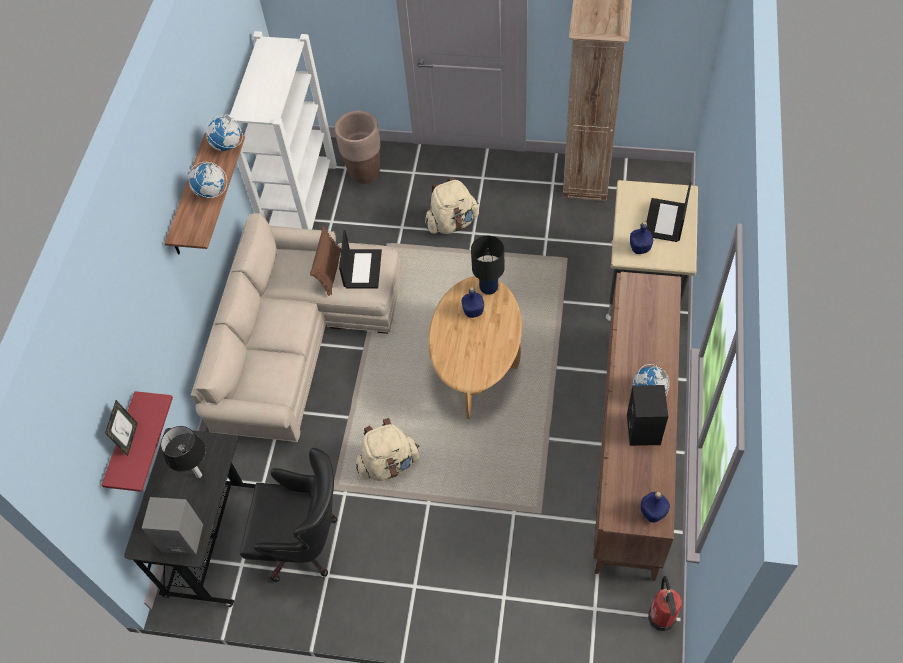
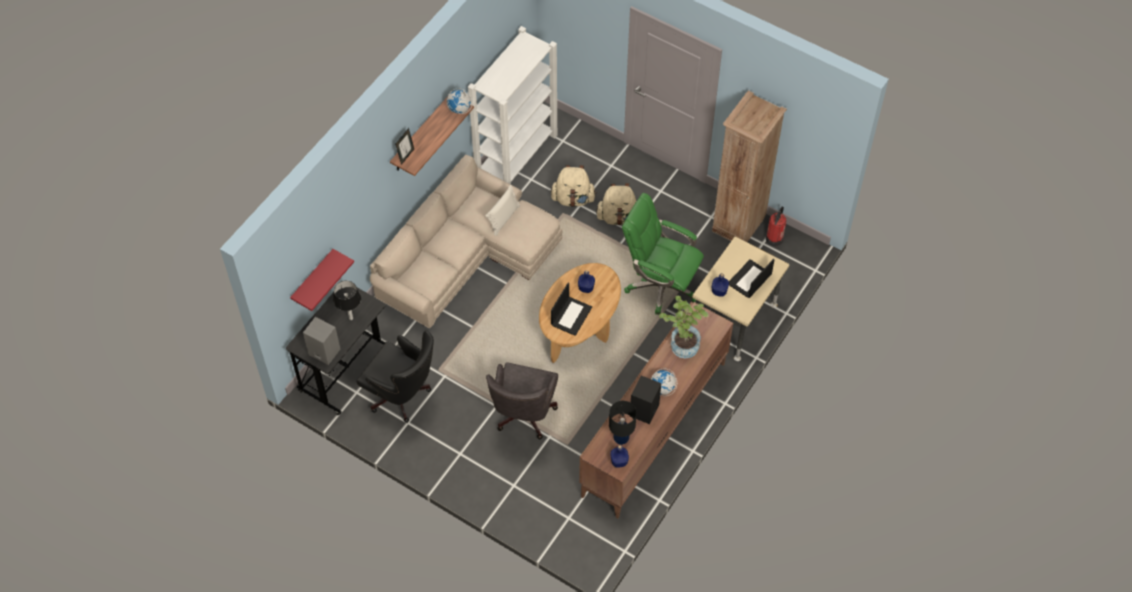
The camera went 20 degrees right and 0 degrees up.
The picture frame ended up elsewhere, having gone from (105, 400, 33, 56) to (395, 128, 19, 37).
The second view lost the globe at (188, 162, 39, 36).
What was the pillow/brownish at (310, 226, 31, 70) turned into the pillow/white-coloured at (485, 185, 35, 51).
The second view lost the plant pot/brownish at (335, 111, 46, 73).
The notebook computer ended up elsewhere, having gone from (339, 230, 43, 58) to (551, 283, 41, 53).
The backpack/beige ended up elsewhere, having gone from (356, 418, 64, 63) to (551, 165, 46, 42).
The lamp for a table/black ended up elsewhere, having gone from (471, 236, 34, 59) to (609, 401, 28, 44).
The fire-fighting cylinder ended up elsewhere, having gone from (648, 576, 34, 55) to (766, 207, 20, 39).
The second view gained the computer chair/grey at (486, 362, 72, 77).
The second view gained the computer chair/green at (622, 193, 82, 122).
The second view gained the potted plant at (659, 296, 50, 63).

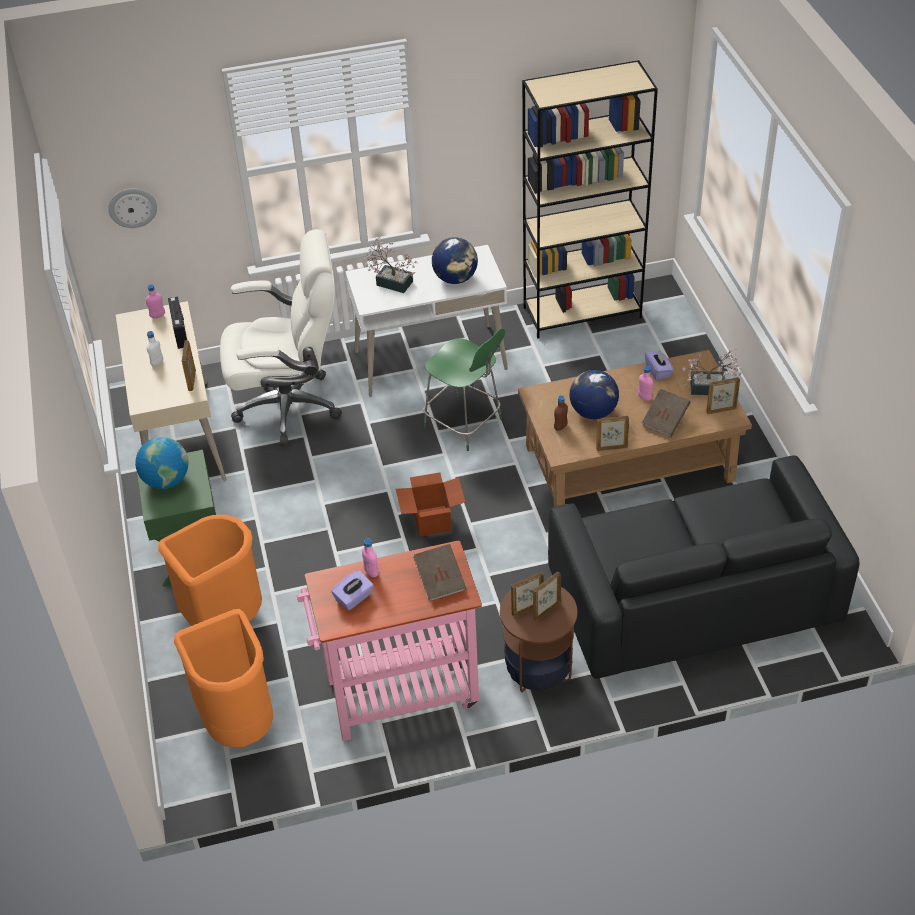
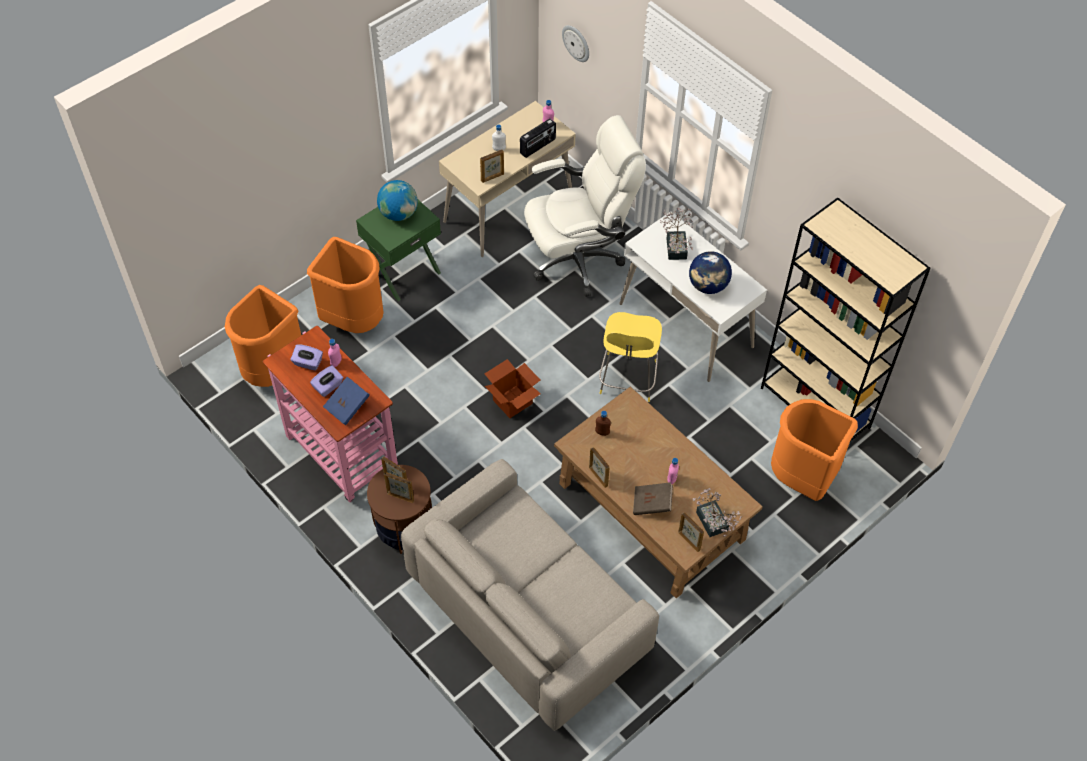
The camera went 60 degrees right and 10 degrees up.
The computer chair/white-coloured at (220, 229, 122, 217) ended up facing another way, 75 degrees counterclockwise from before.
What was the volume/brownish at (413, 544, 53, 58) turned into the volume/bluish at (323, 377, 47, 48).
What was the stool/green at (423, 328, 82, 123) turned into the stool/yellow at (599, 312, 63, 90).
What was the couch/black at (548, 455, 312, 224) turned into the couch/beige at (401, 459, 258, 272).
The second view lost the globe at (569, 370, 50, 49).
The tissue box/purplish ended up elsewhere, having gone from (645, 350, 29, 31) to (310, 365, 33, 32).
The second view gained the rubbish bin/orange at (771, 399, 87, 102).

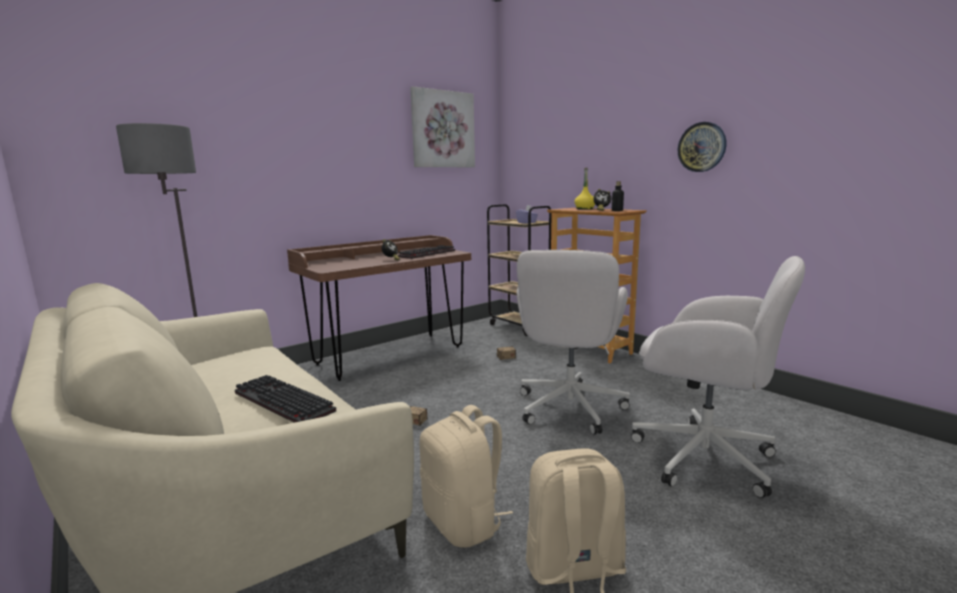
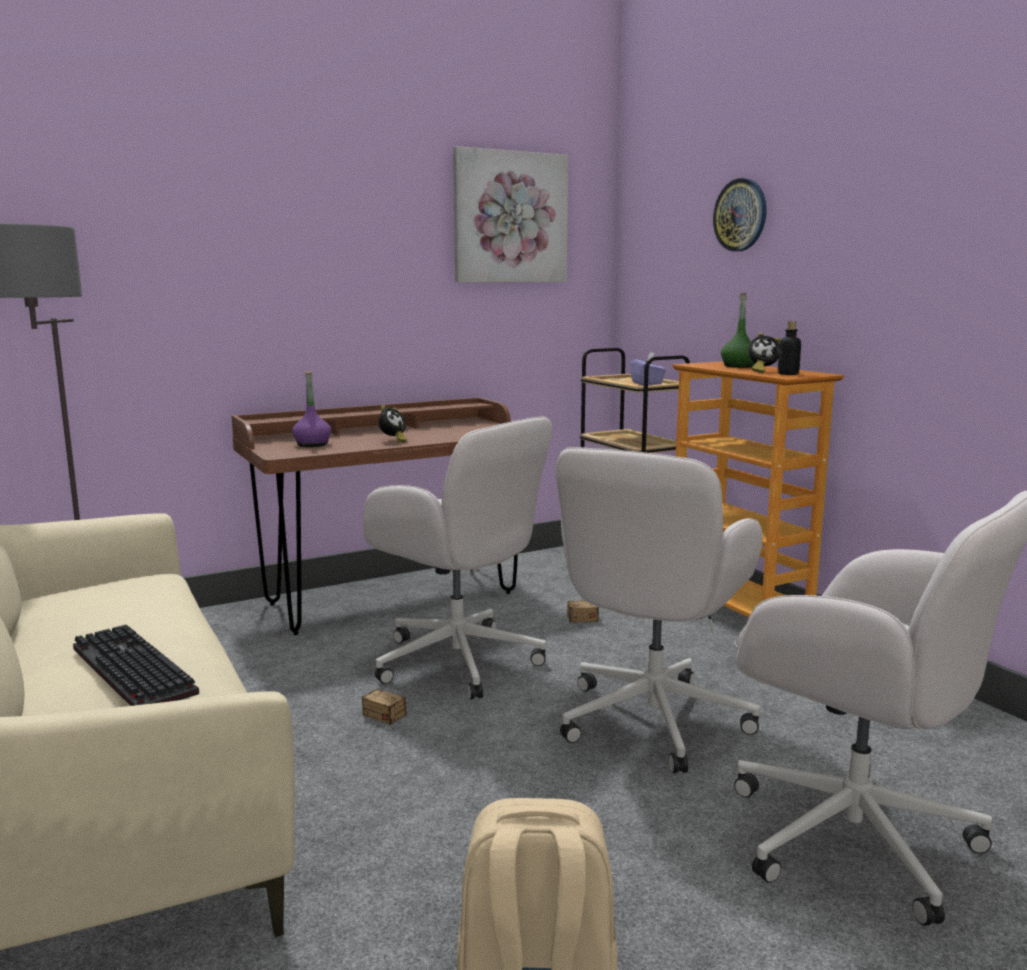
The camera went 10 degrees right and 0 degrees up.
The second view lost the keyboard at (398, 245, 57, 14).
The second view lost the backpack/beige at (419, 405, 94, 143).
What was the drink bottle/yellow at (574, 168, 21, 42) turned into the drink bottle/green at (721, 293, 34, 75).
The wall clock ended up elsewhere, having gone from (678, 122, 48, 50) to (713, 178, 53, 74).
The second view gained the drink bottle/purplish at (292, 371, 39, 76).
The second view gained the computer chair/white-coloured at (363, 416, 189, 283).

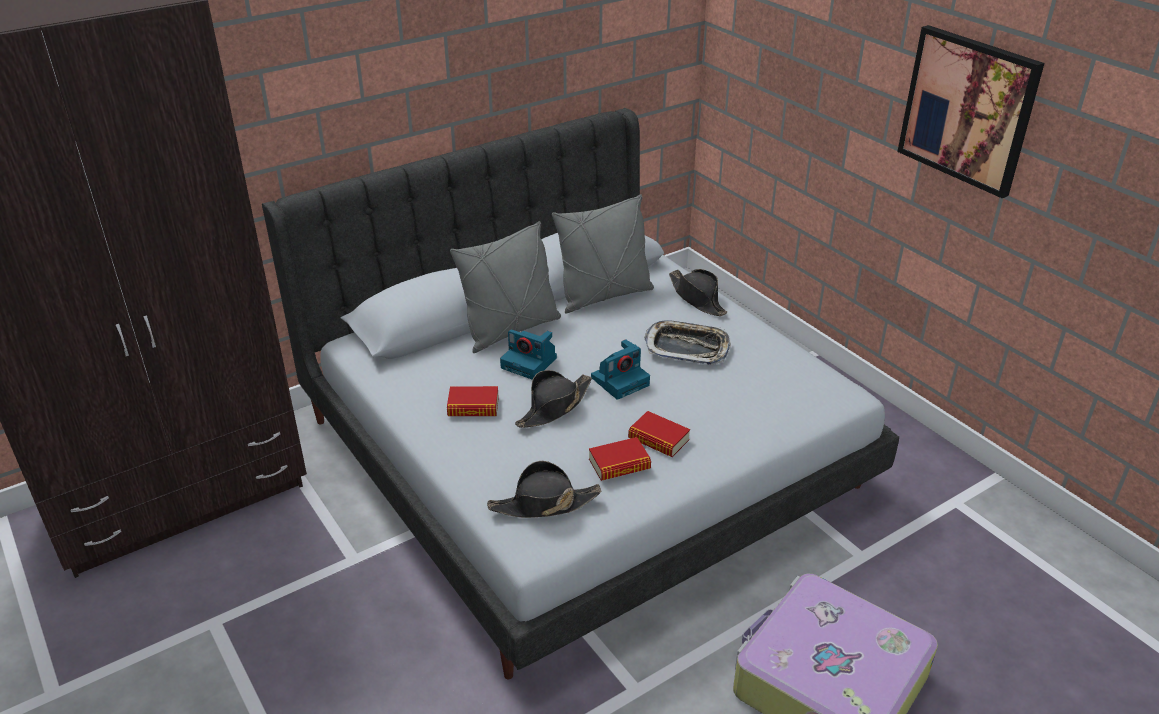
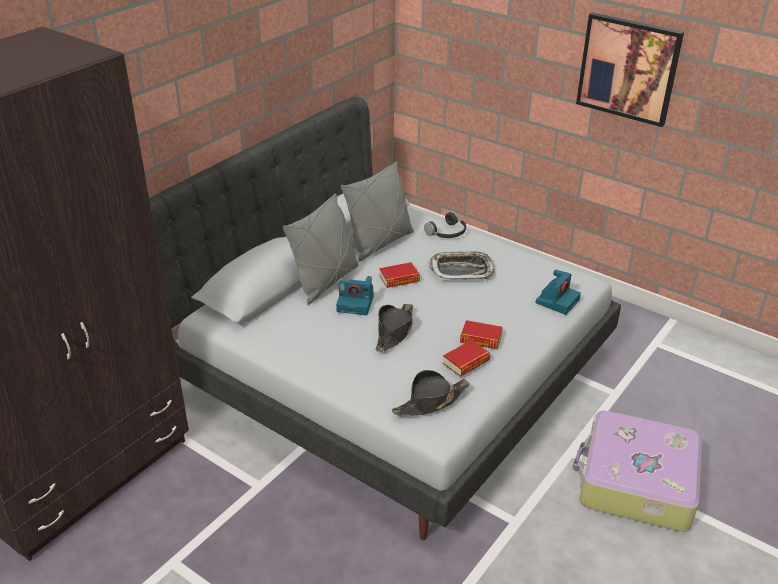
The camera went 20 degrees left and 0 degrees up.
The volume ended up elsewhere, having gone from (447, 386, 52, 30) to (379, 262, 41, 26).
The photo camera ended up elsewhere, having gone from (591, 339, 59, 61) to (535, 270, 46, 45).
Where the hat/black stood at (669, 269, 58, 47), the headset/black came to stand at (424, 211, 42, 27).

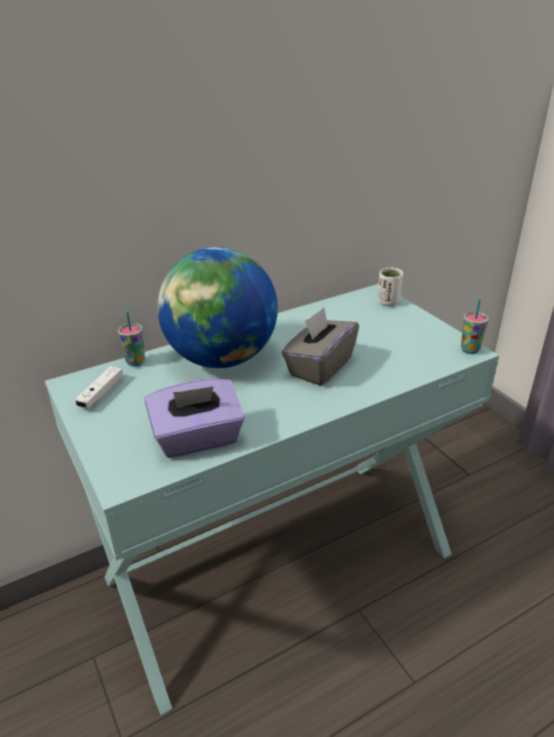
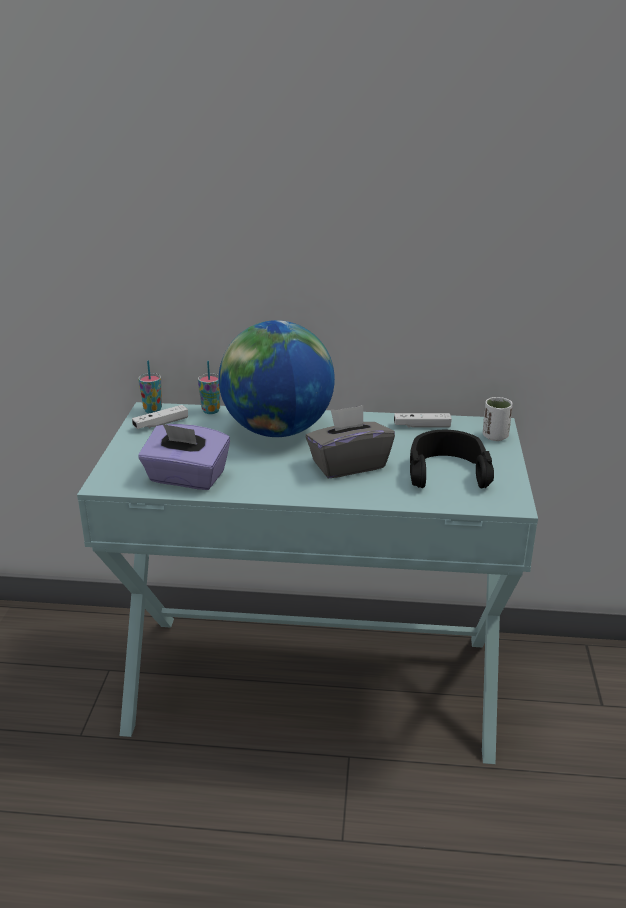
The camera went 35 degrees right and 5 degrees down.
The drinking cup ended up elsewhere, having gone from (461, 299, 28, 55) to (138, 360, 24, 53).
The second view gained the gamepad/white-coloured at (394, 413, 58, 15).
The second view gained the headset/black at (410, 430, 84, 59).

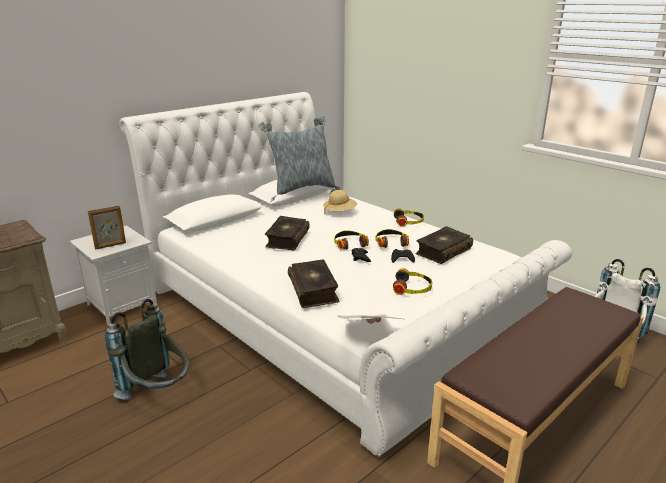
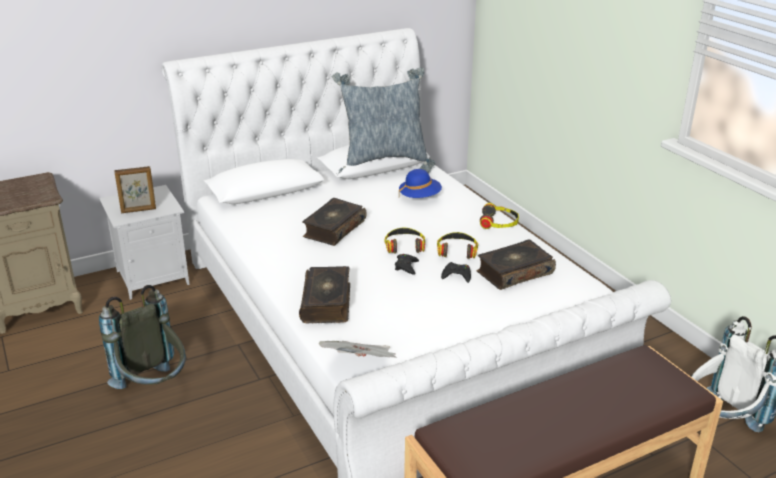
The camera went 15 degrees right and 5 degrees up.
What was the hat/beige at (323, 190, 34, 24) turned into the hat/bluish at (399, 169, 43, 29).
The second view lost the headset at (393, 268, 39, 27).

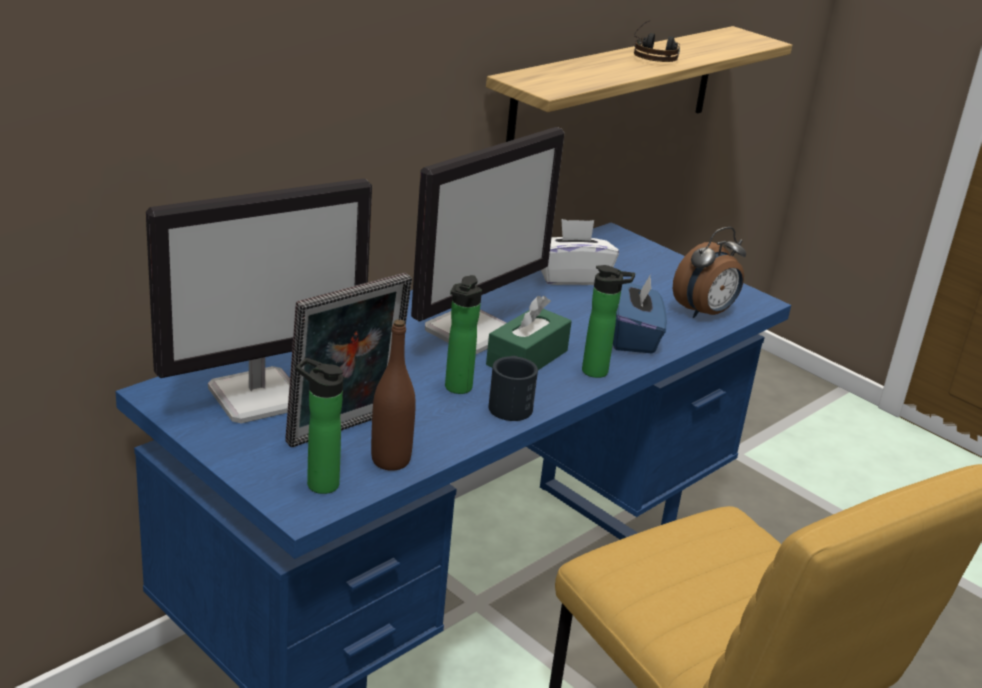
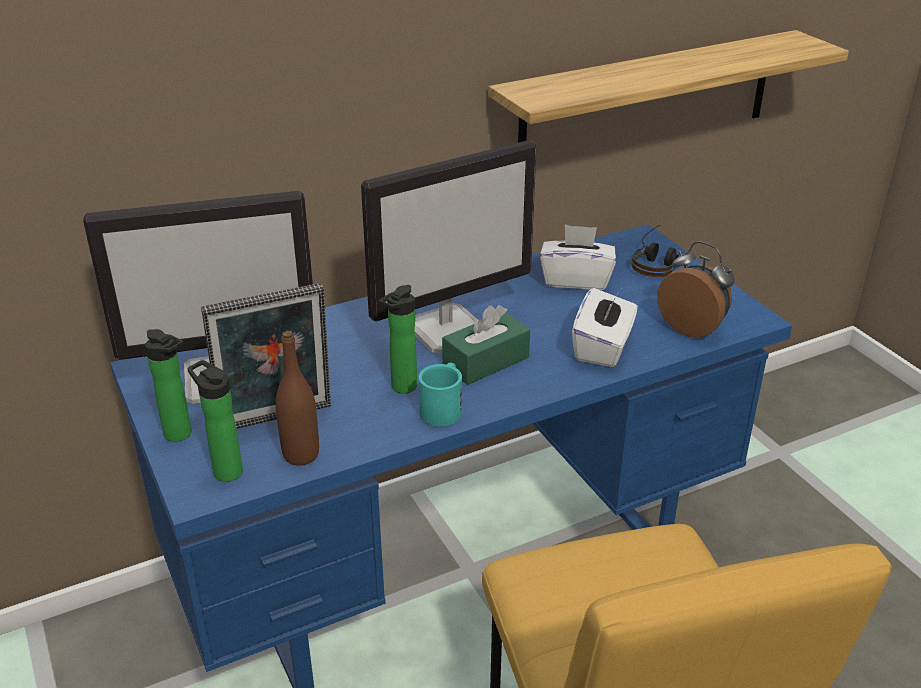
The camera went 20 degrees right and 5 degrees up.
What was the coffee mug/black at (489, 356, 49, 65) turned into the coffee mug/turquoise-coloured at (418, 363, 44, 64).
The drink bottle ended up elsewhere, having gone from (582, 265, 53, 113) to (145, 329, 47, 113).
What was the tissue box/bluish at (613, 274, 54, 79) turned into the tissue box/white-coloured at (572, 288, 65, 79).
The headset ended up elsewhere, having gone from (634, 20, 46, 42) to (631, 225, 48, 52).
The alarm clock at (673, 227, 73, 91) ended up facing another way, 120 degrees counterclockwise from before.

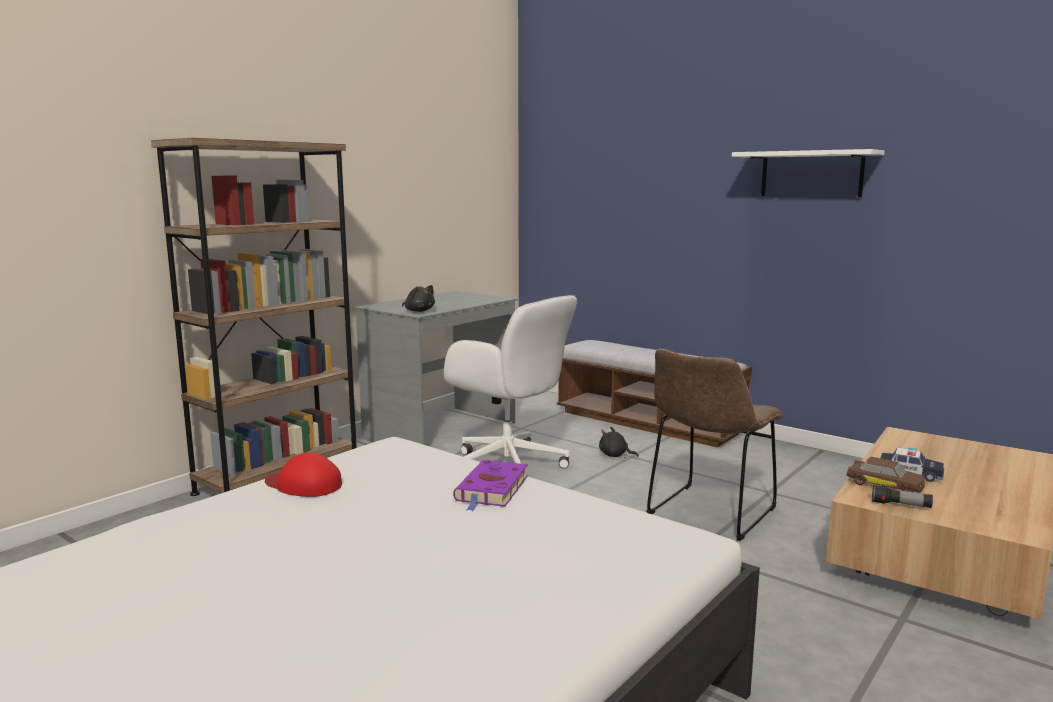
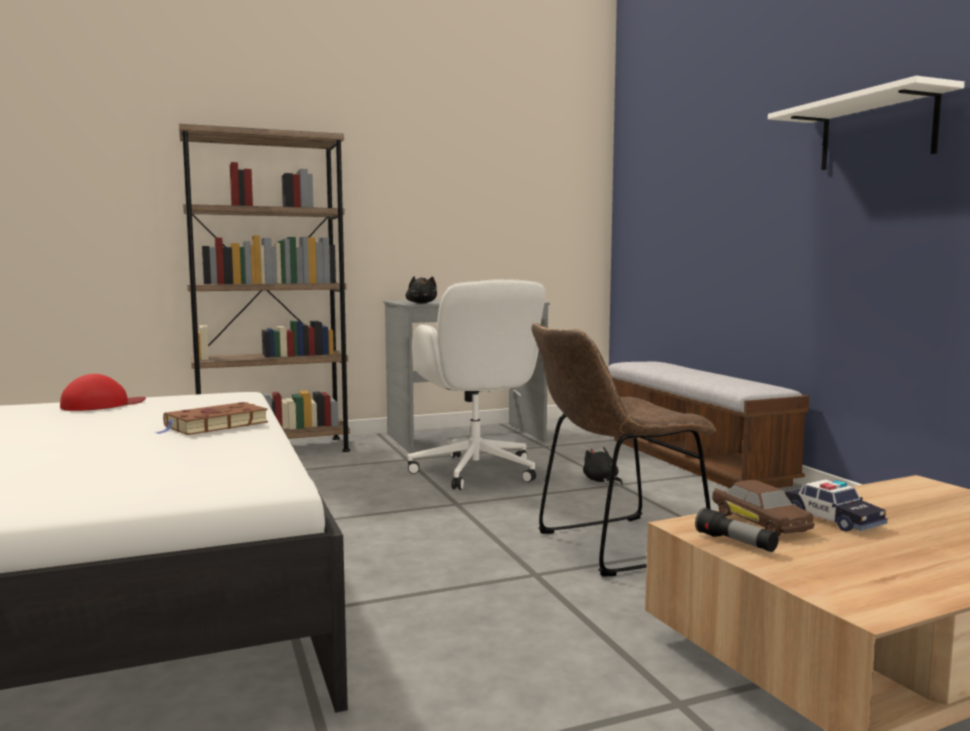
The camera went 30 degrees right and 5 degrees down.
The cap/red at (265, 452, 77, 45) ended up facing another way, 90 degrees clockwise from before.
What was the volume/purplish at (453, 460, 75, 51) turned into the volume/brownish at (155, 402, 113, 33).

